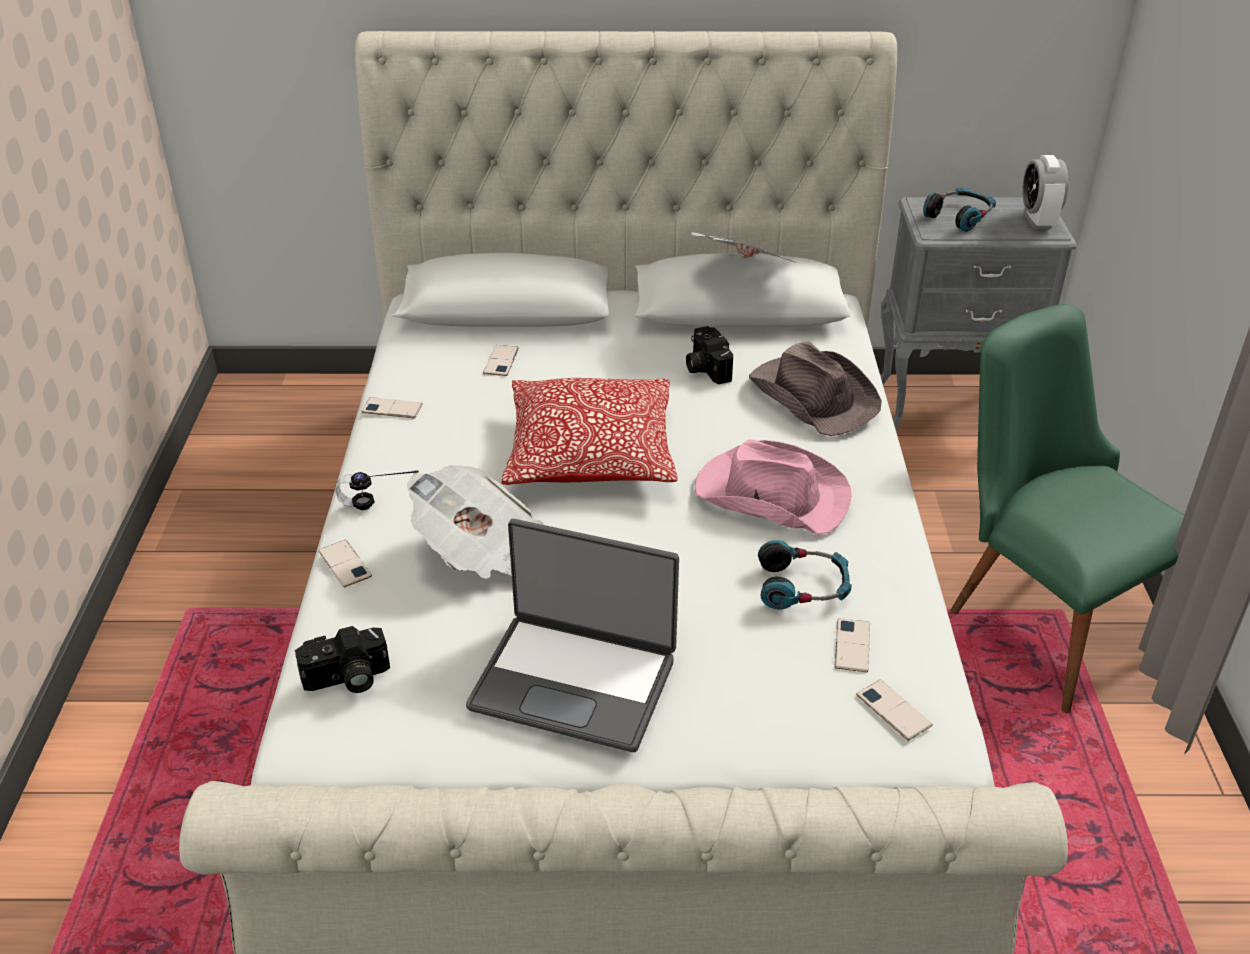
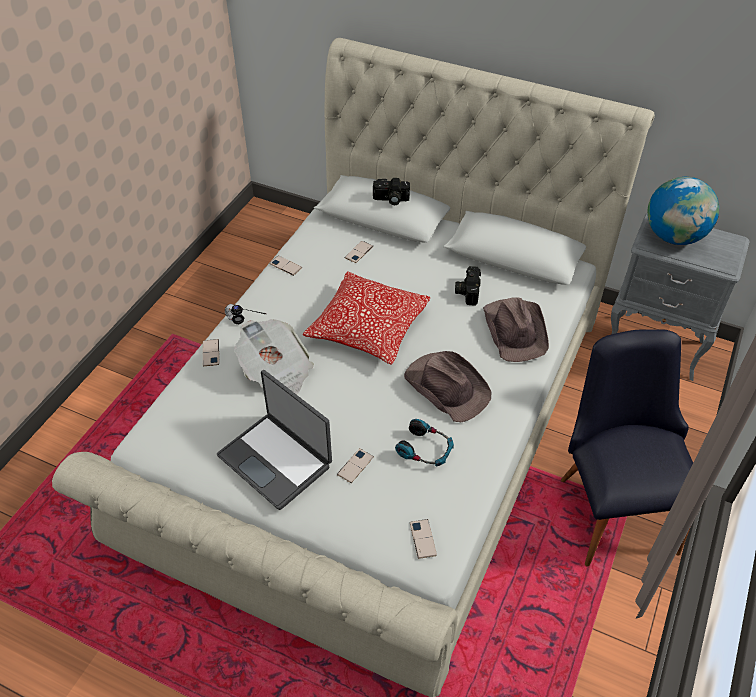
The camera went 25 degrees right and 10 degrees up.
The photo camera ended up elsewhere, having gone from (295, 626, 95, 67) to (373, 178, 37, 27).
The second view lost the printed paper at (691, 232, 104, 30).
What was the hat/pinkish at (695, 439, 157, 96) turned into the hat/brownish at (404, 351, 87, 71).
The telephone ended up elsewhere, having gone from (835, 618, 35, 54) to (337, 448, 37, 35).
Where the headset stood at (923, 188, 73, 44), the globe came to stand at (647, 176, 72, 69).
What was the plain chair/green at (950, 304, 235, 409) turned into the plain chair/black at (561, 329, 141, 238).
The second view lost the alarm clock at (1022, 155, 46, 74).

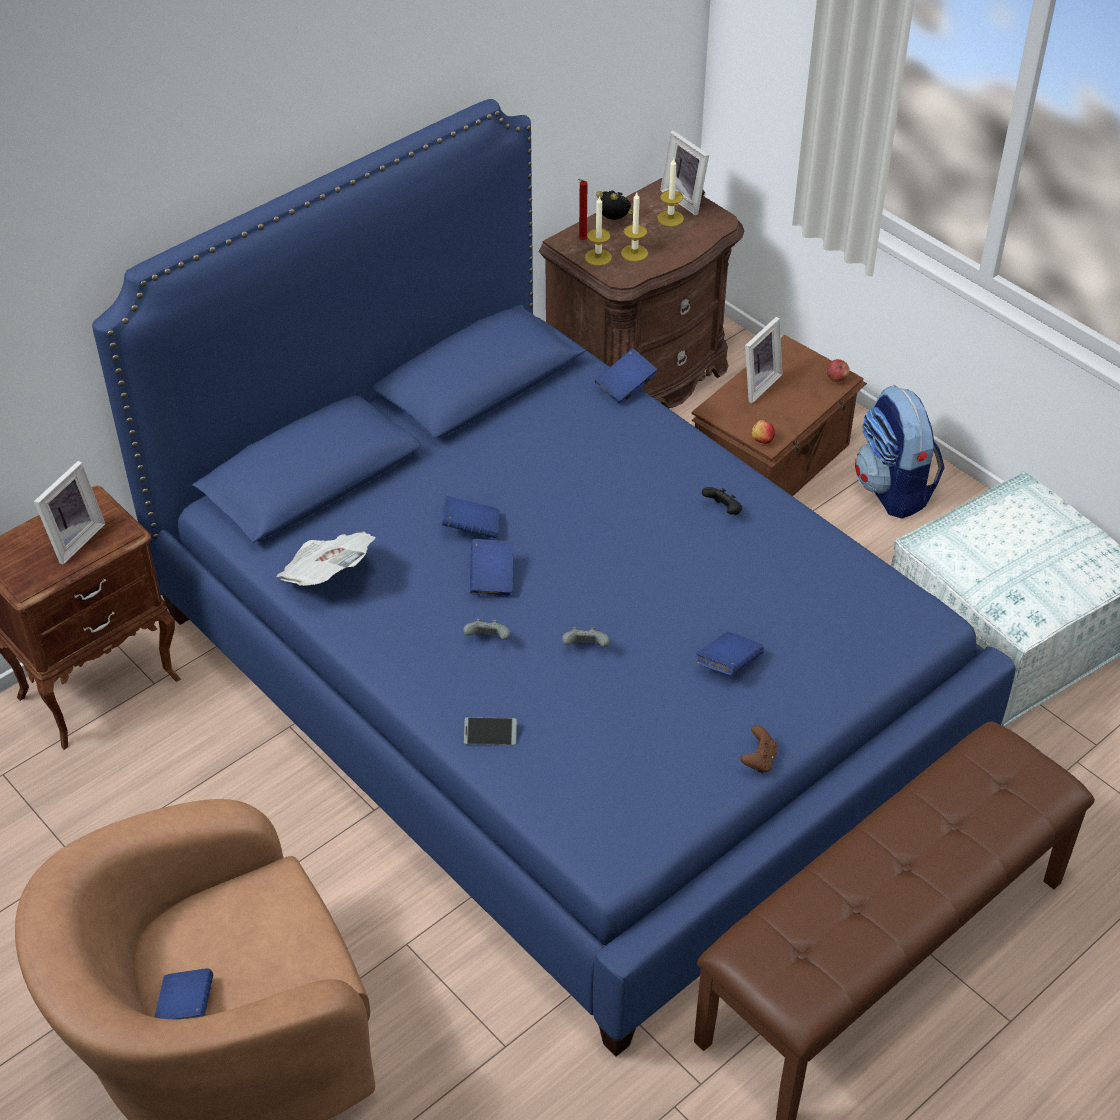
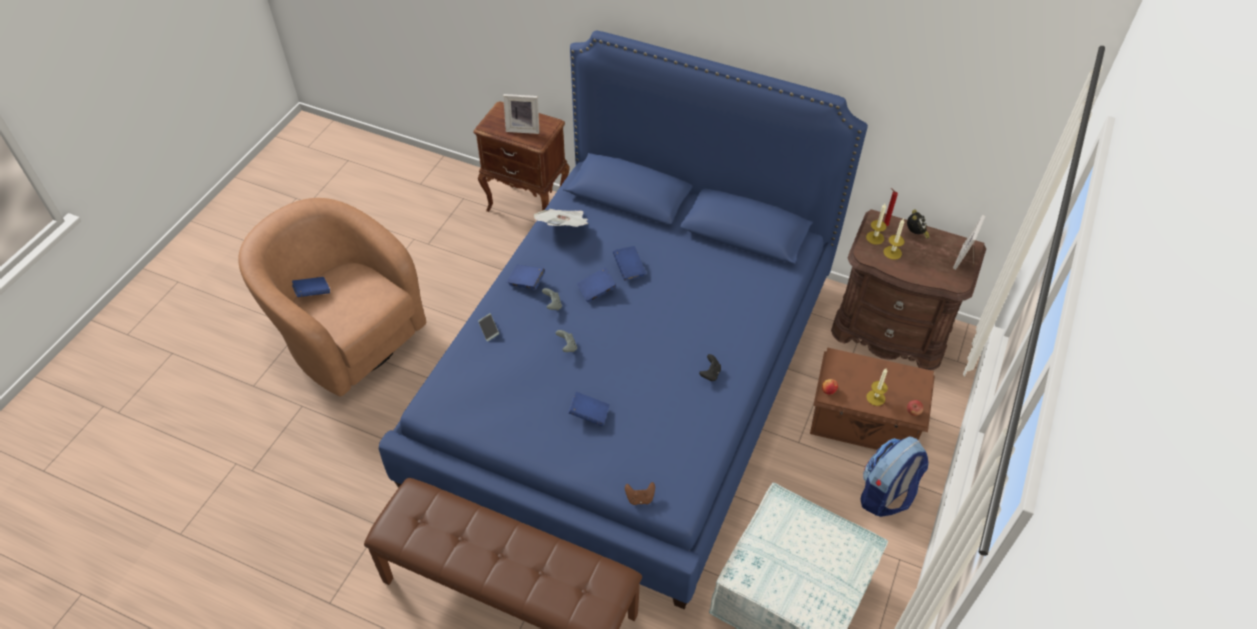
The camera went 65 degrees right and 5 degrees up.
The volume/bluish ended up elsewhere, having gone from (595, 348, 62, 57) to (507, 265, 38, 25).
The wax light ended up elsewhere, having gone from (657, 158, 27, 69) to (866, 369, 22, 37).
The gamepad/brownish ended up elsewhere, having gone from (740, 725, 37, 48) to (625, 482, 30, 23).
The second view lost the picture frame at (745, 317, 37, 86).

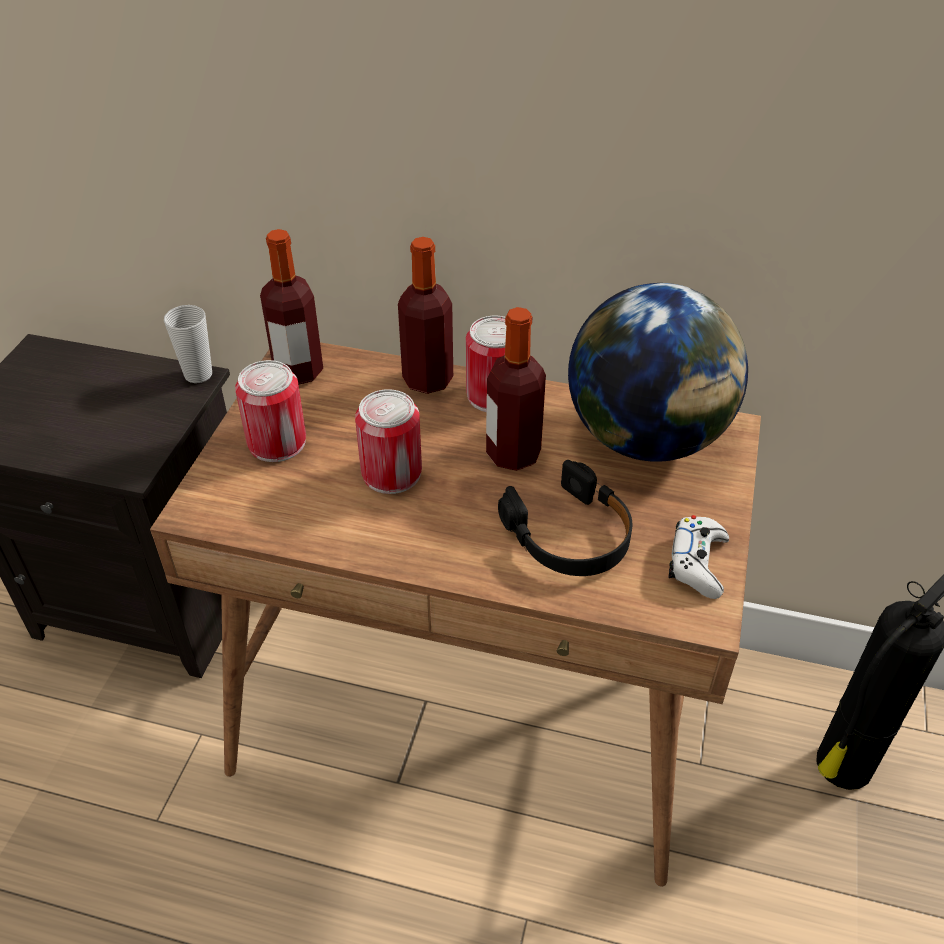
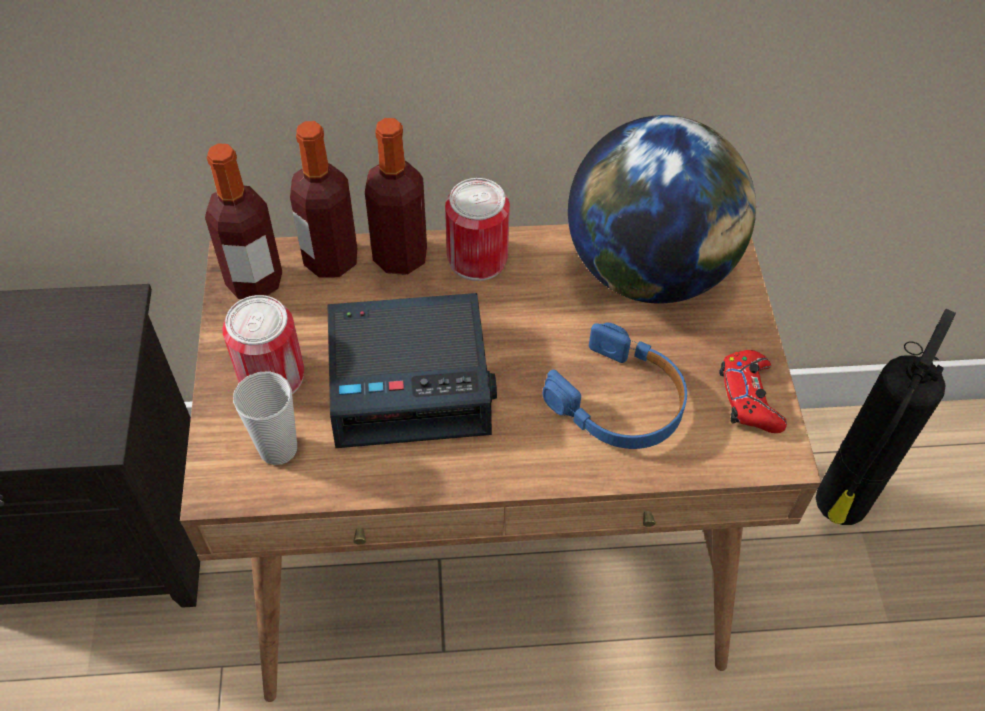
The camera went 20 degrees left and 10 degrees up.
The drinking cup ended up elsewhere, having gone from (164, 305, 48, 78) to (233, 371, 64, 94).
Where the can stood at (355, 389, 67, 105), the alarm clock came to stand at (328, 293, 169, 155).
The drink bottle ended up elsewhere, having gone from (486, 307, 60, 164) to (290, 121, 67, 157).
What was the headset/black at (498, 460, 134, 116) turned into the headset/bluish at (542, 322, 145, 127).
What was the gamepad/white-coloured at (668, 515, 61, 84) turned into the gamepad/red at (719, 350, 68, 83).

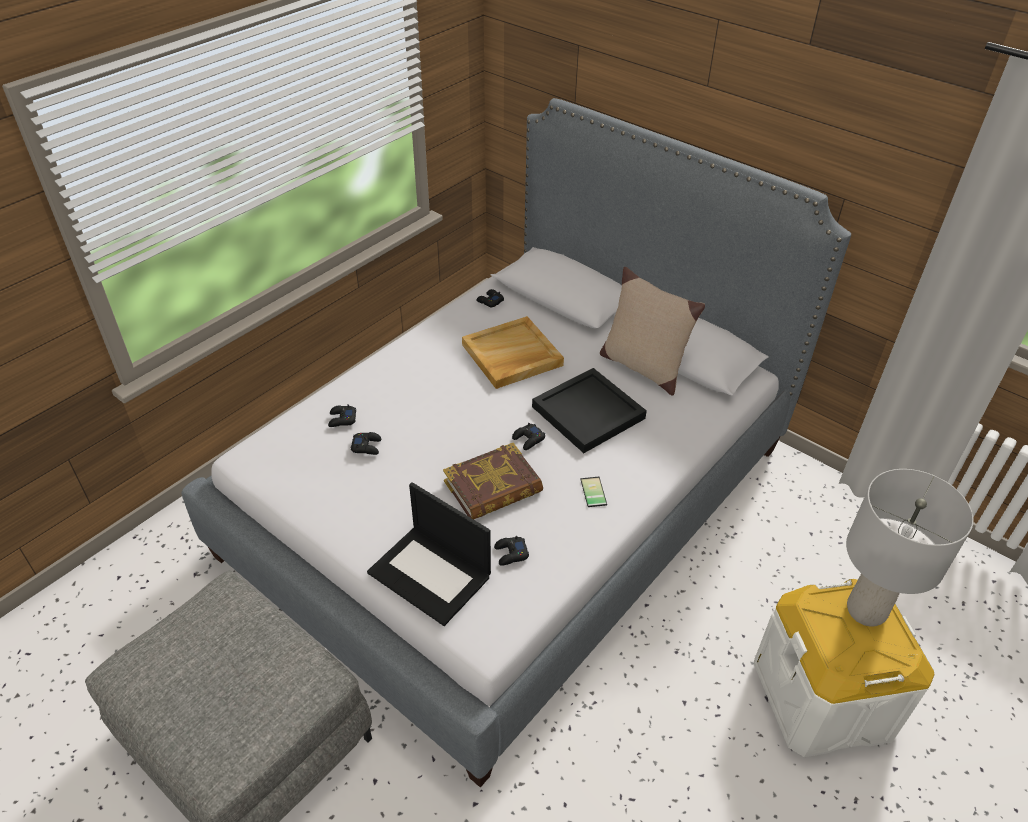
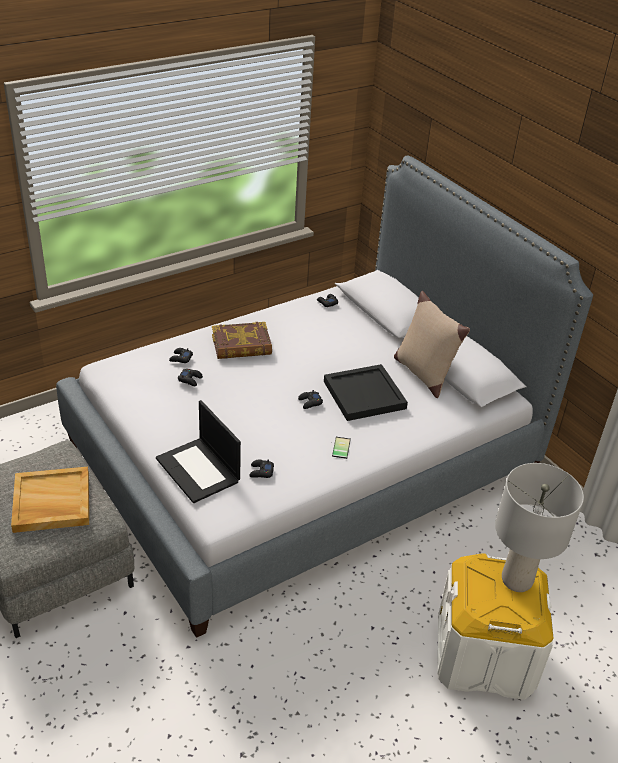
The camera went 15 degrees right and 5 degrees down.
The volume ended up elsewhere, having gone from (443, 443, 100, 76) to (212, 322, 60, 37).
The carrying tray/beige ended up elsewhere, having gone from (462, 316, 102, 73) to (11, 467, 78, 66).

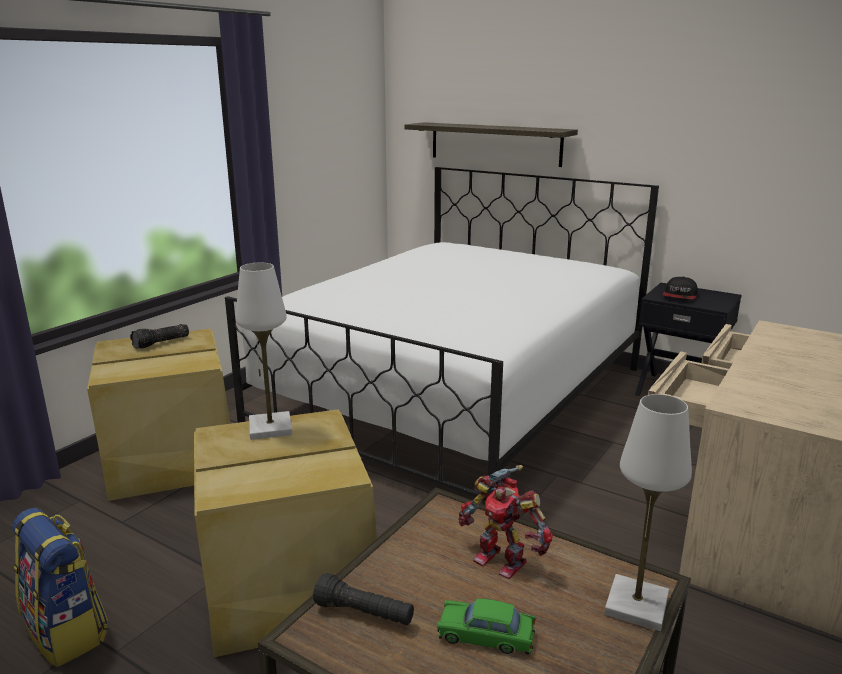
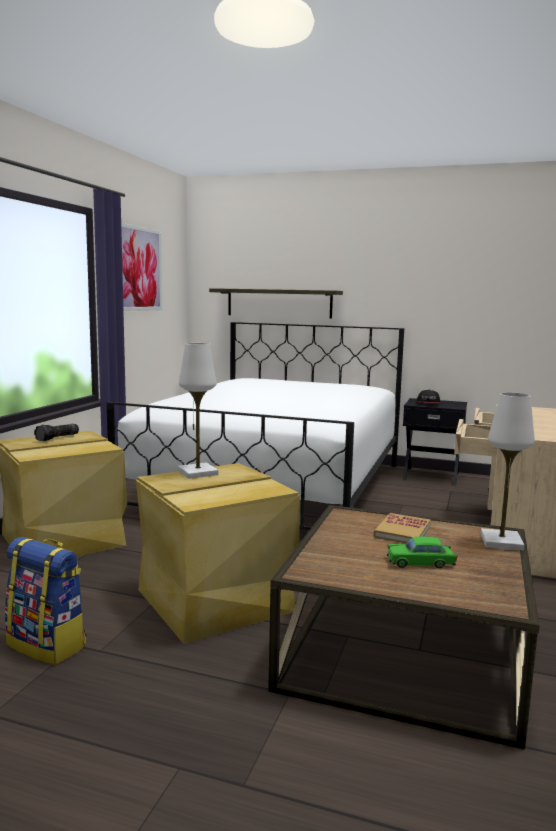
The camera went 15 degrees left and 10 degrees down.
The second view lost the torch/black at (313, 573, 101, 52).
Where the robot figure stood at (458, 465, 95, 114), the volume came to stand at (374, 513, 57, 30).
The second view gained the wall picture at (121, 223, 41, 88).

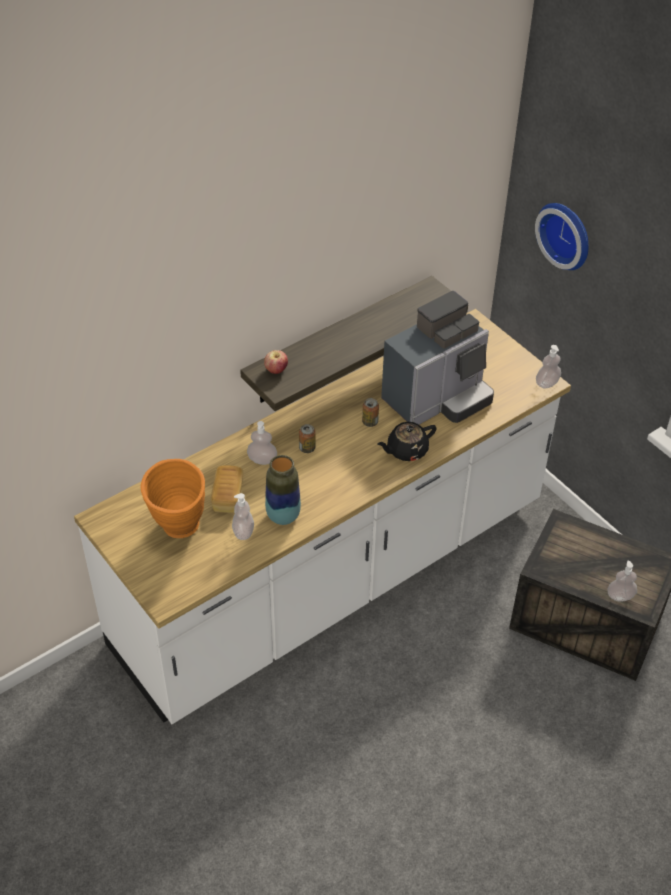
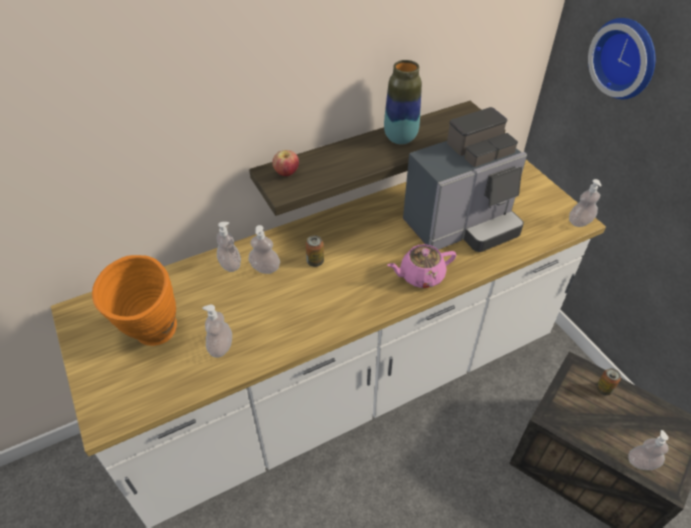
The camera went 10 degrees right and 0 degrees up.
The second view lost the bread at (211, 465, 32, 48).
The decorative vase ended up elsewhere, having gone from (265, 455, 36, 70) to (384, 60, 38, 84).
The can ended up elsewhere, having gone from (362, 398, 17, 29) to (596, 368, 25, 28).
What was the tea pot/black at (377, 422, 60, 39) turned into the tea pot/pinkish at (387, 244, 69, 44).
The second view gained the soap dispenser at (217, 222, 24, 50).

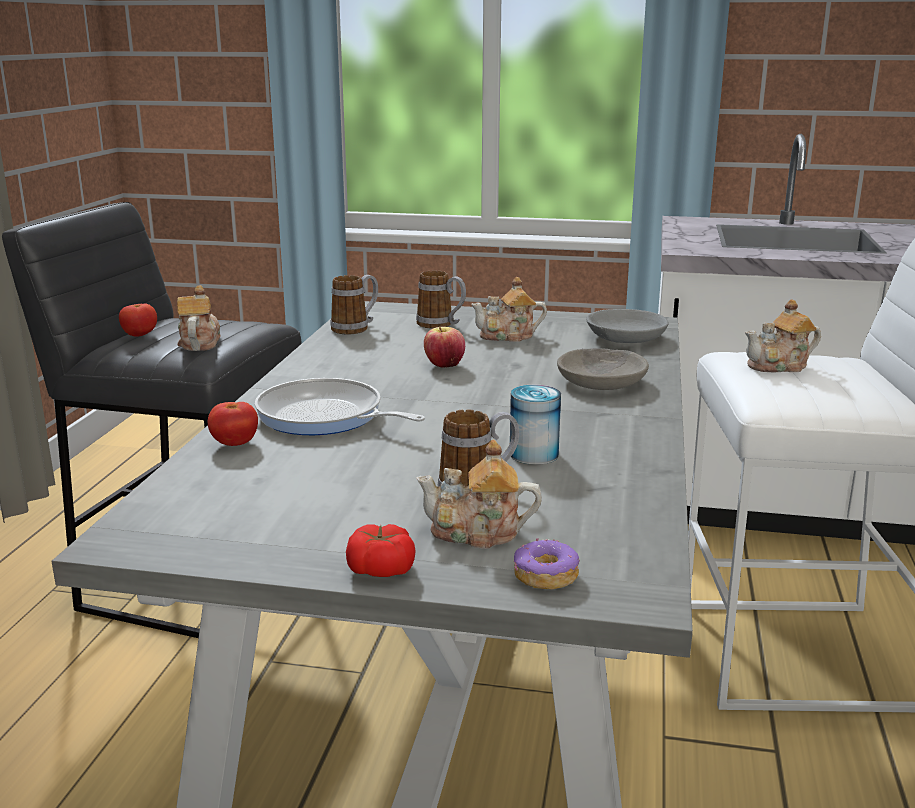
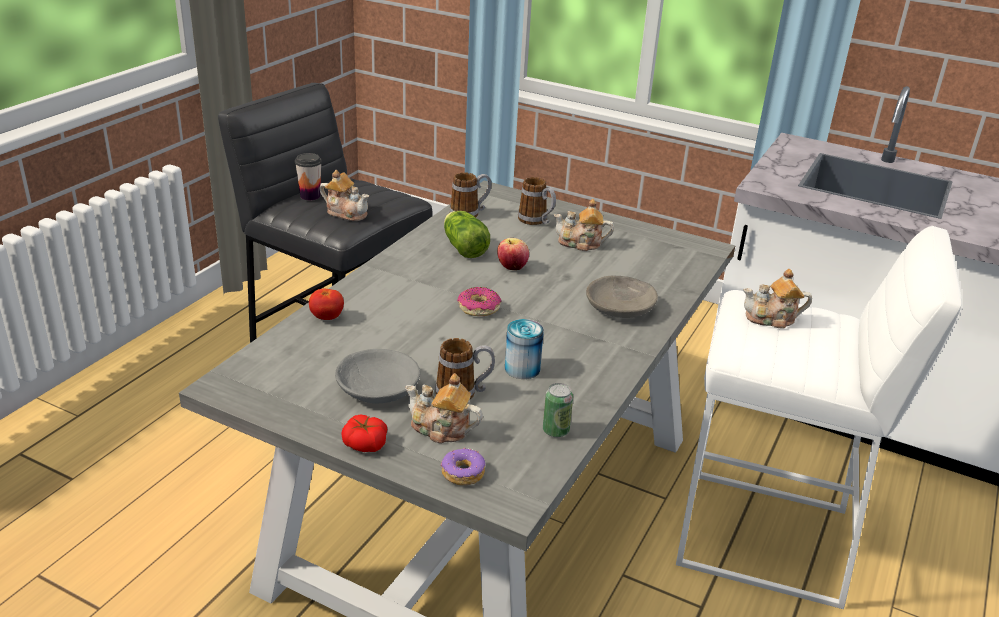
The camera went 15 degrees right and 10 degrees up.
Where the fresh tomato stood at (119, 304, 38, 33), the drinking cup came to stand at (295, 153, 27, 47).
The tea pot at (177, 285, 44, 66) ended up facing another way, 105 degrees clockwise from before.
The second view lost the pan at (255, 378, 171, 57).
The serving bowl/grey ended up elsewhere, having gone from (587, 309, 82, 34) to (335, 349, 85, 54).
The second view gained the lettuce head at (444, 211, 46, 47).
The second view gained the doughnut at (457, 287, 44, 29).
The second view gained the can at (543, 383, 30, 54).

